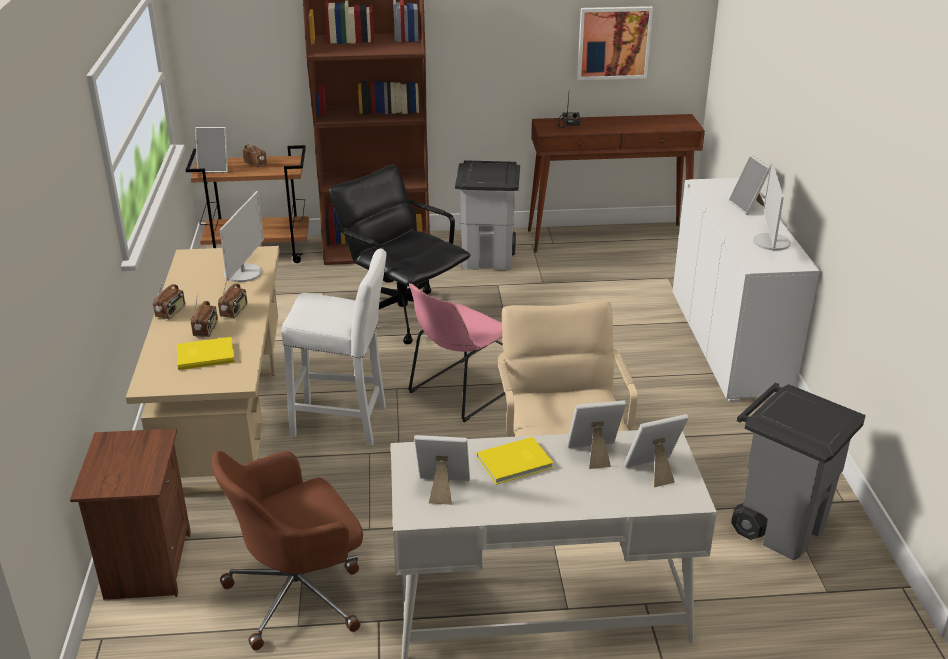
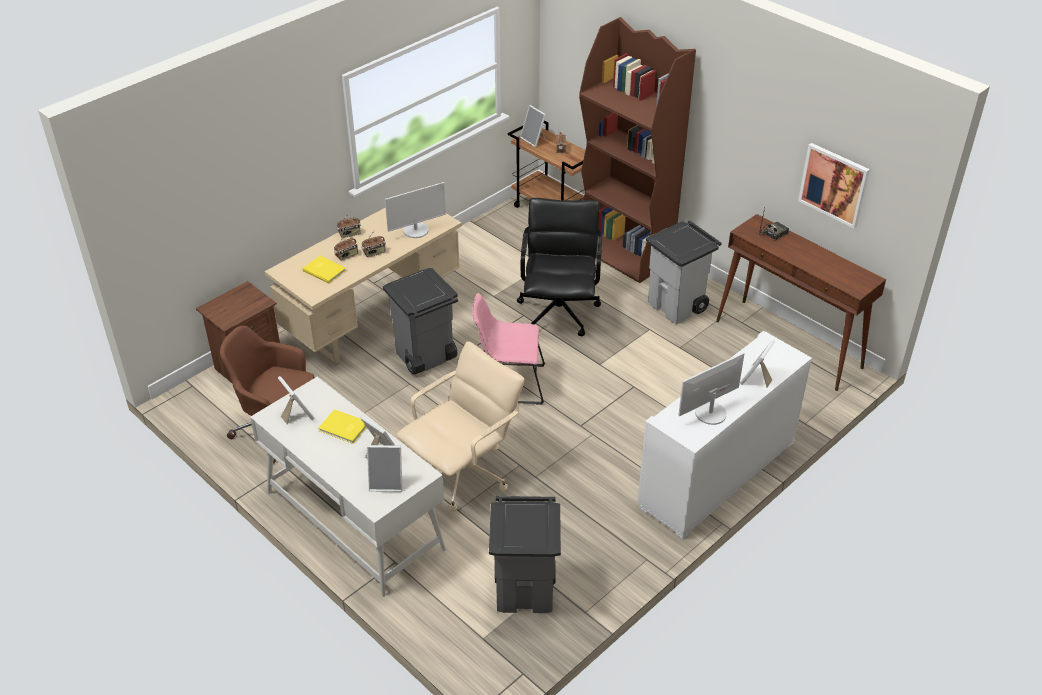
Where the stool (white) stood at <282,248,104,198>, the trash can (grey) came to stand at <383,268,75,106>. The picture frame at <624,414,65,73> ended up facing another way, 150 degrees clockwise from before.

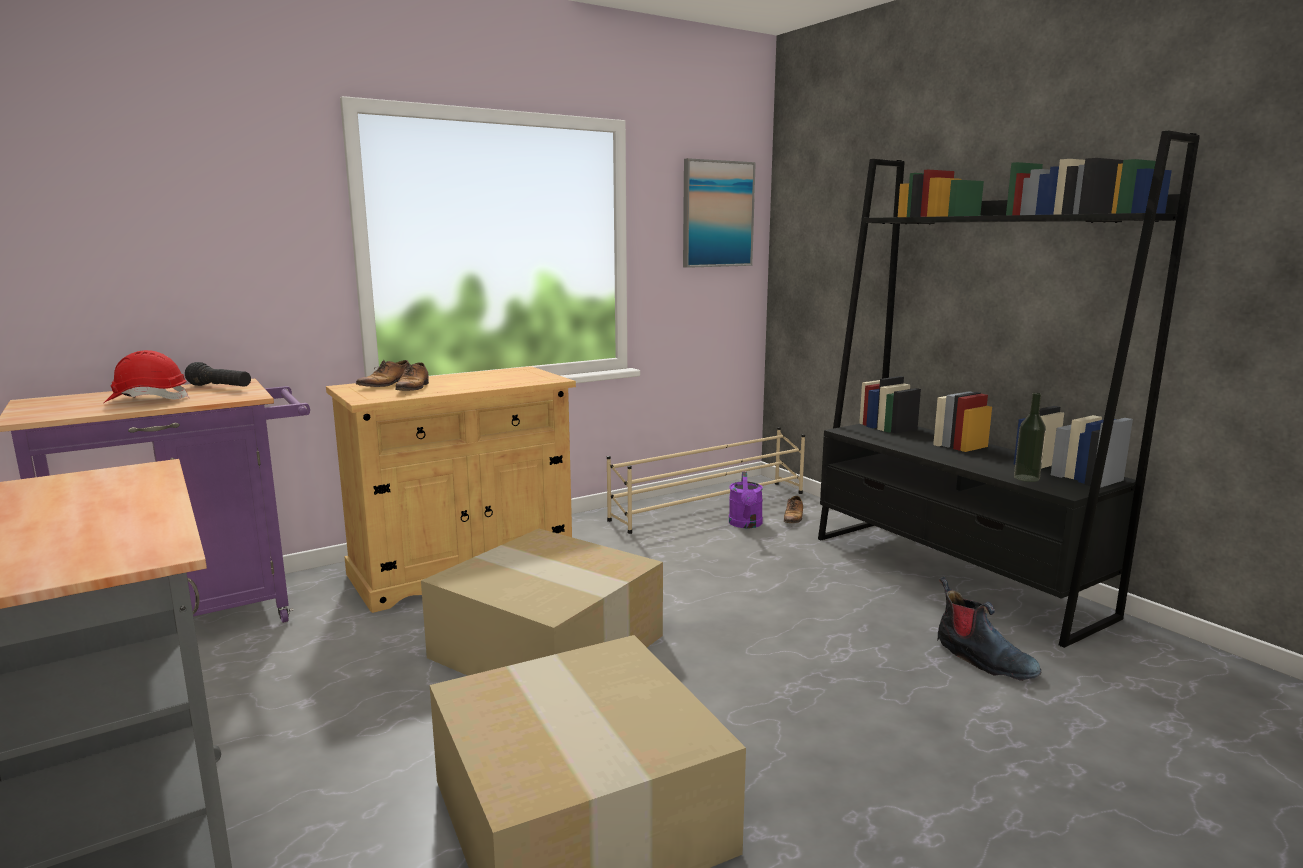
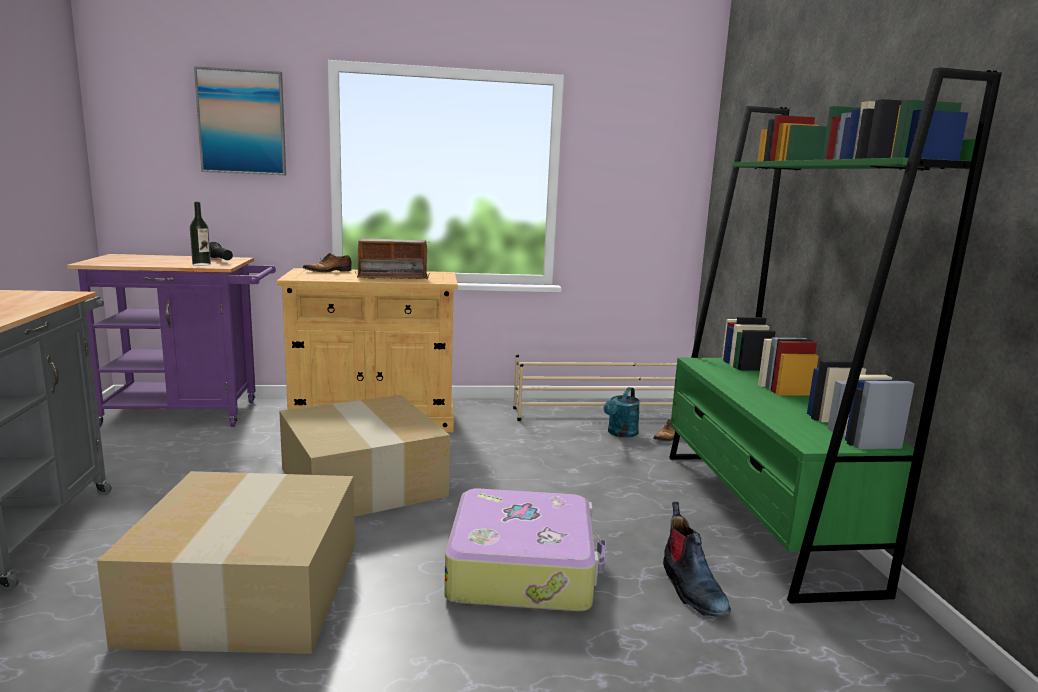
The second view lost the hard hat (red) at <104,350,85,53>. The second view lost the shoe at <395,362,34,29>. The picture ended up elsewhere, having gone from <683,158,73,110> to <194,66,92,109>. What was the watering can (purple) at <729,472,34,56> turned into the watering can (turquoise) at <604,387,36,51>. What was the bookcase (black) at <818,130,382,518> turned into the bookcase (green) at <669,67,333,537>. The bottle ended up elsewhere, having gone from <1014,393,32,89> to <190,202,21,64>. The second view gained the radio at <355,238,75,41>. The second view gained the suitcase at <444,489,162,123>.

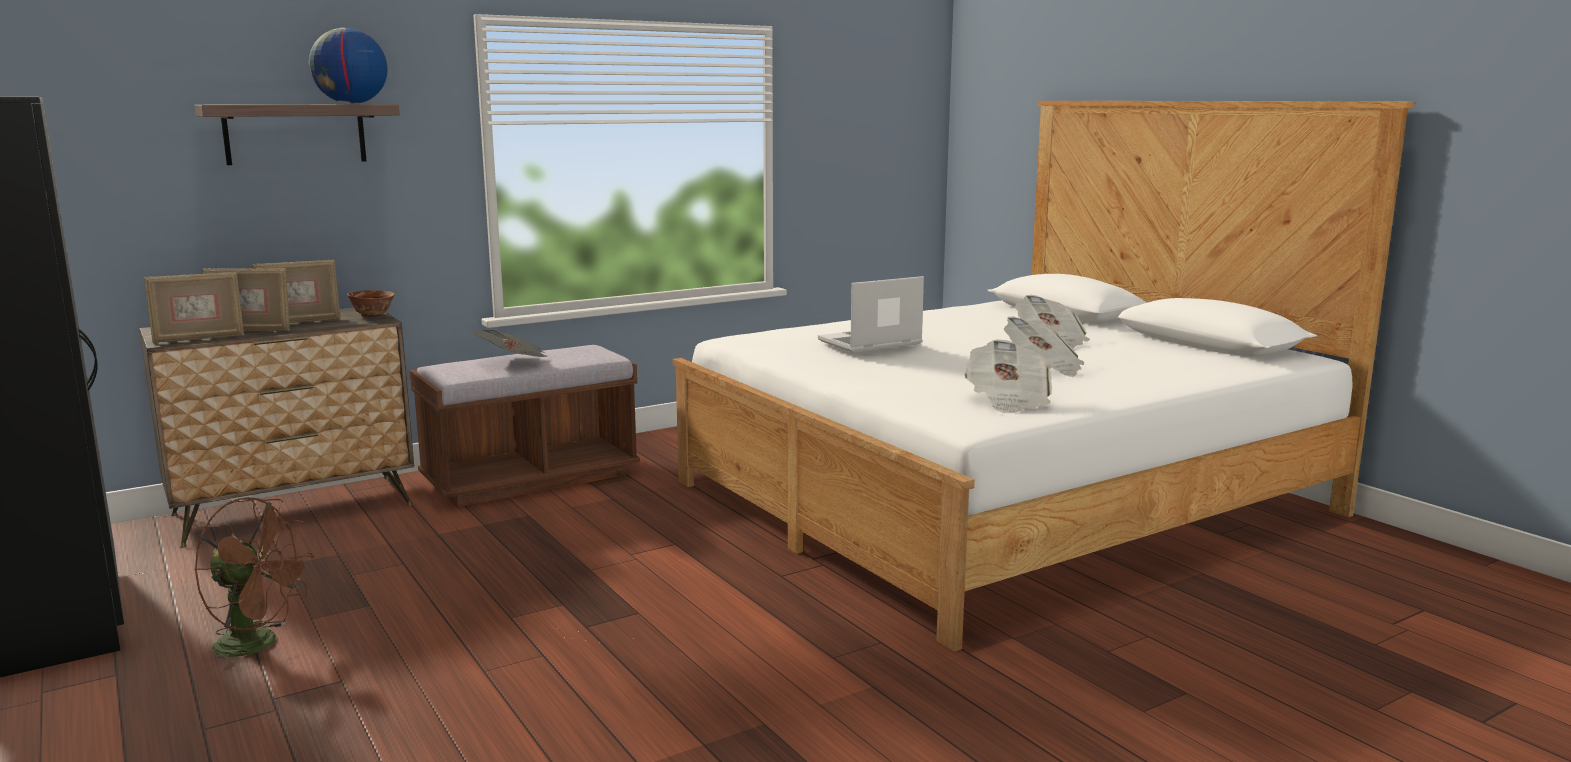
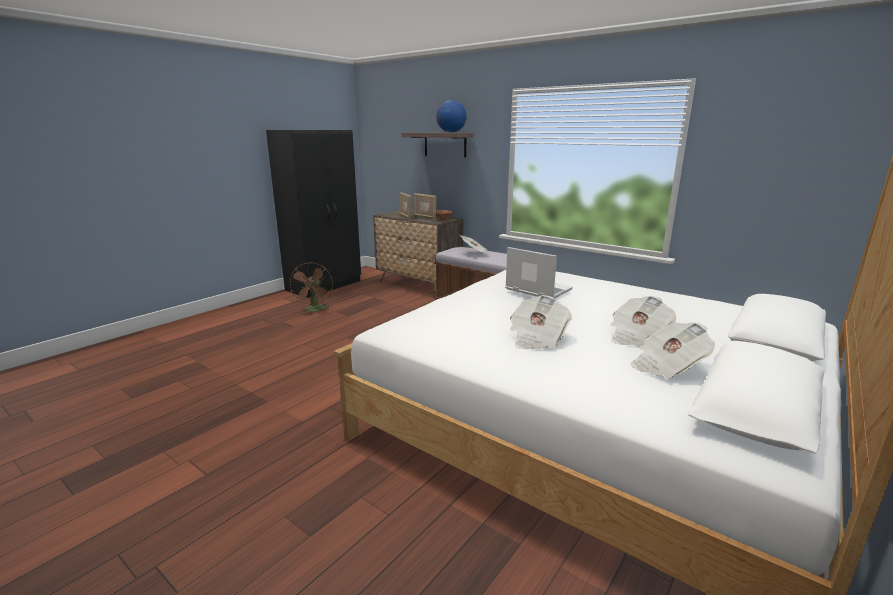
The second view lost the picture frame at <144,272,100,72>. The newspaper ended up elsewhere, having gone from <965,340,87,73> to <631,323,84,56>.

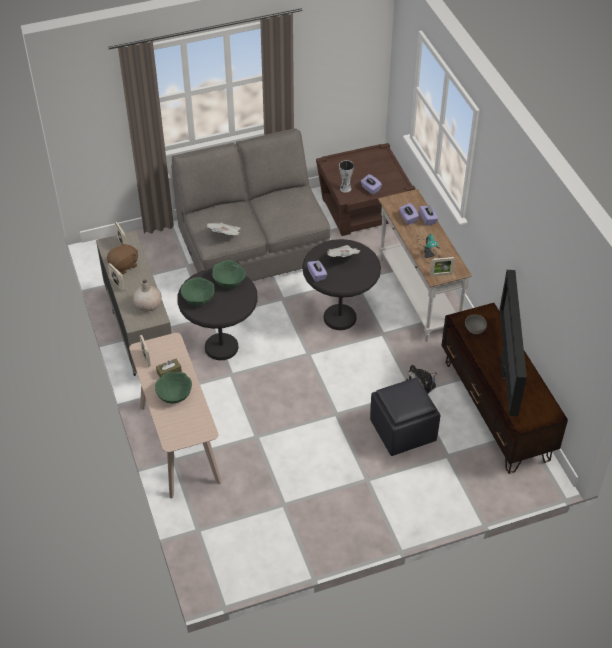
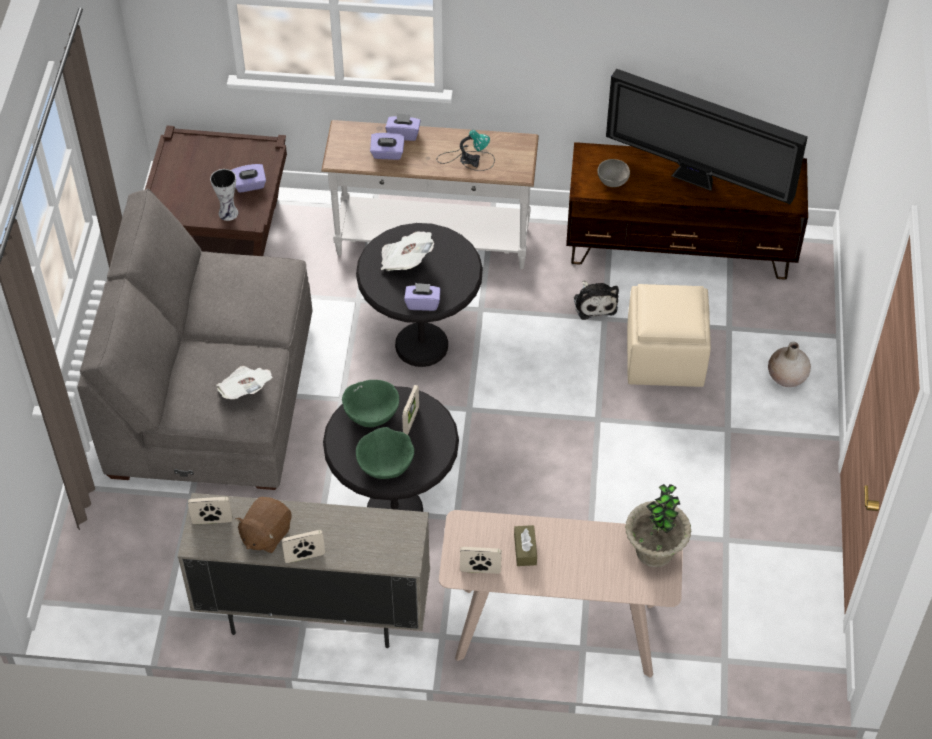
The plush toy (brown) at <107,242,31,32> ended up facing another way, 135 degrees counterclockwise from before. The vase (beige) ended up elsewhere, having gone from <133,279,29,33> to <768,342,43,45>. The second view lost the bowl (green) at <155,372,37,32>. What was the ottoman (black) at <370,377,70,79> turned into the ottoman (beige) at <627,284,84,103>. The picture frame ended up elsewhere, having gone from <430,257,25,19> to <402,385,17,50>. The second view gained the potted plant at <625,484,66,83>.

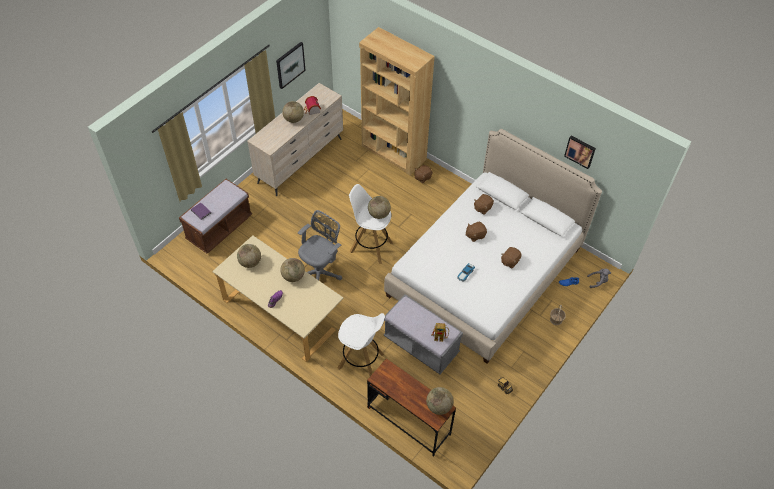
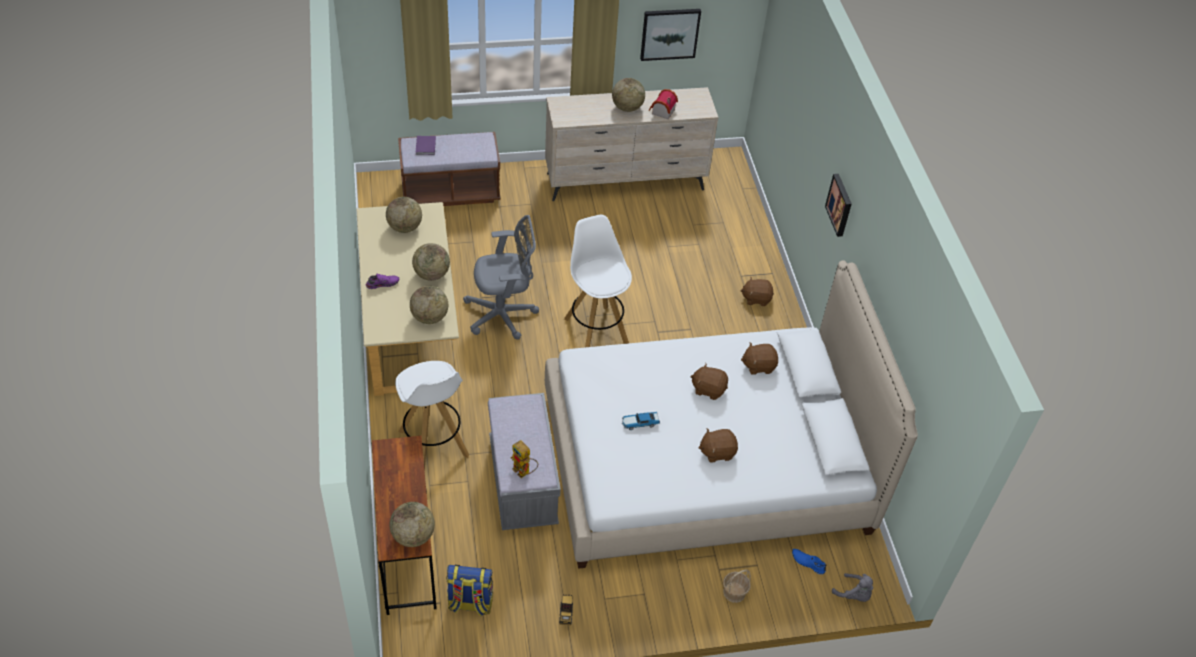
The second view lost the bookcase (brown) at <359,27,76,148>. The globe ended up elsewhere, having gone from <368,196,23,23> to <410,286,38,38>. The picture ended up elsewhere, having gone from <564,136,32,33> to <825,174,27,63>. The second view gained the backpack at <446,565,47,51>.

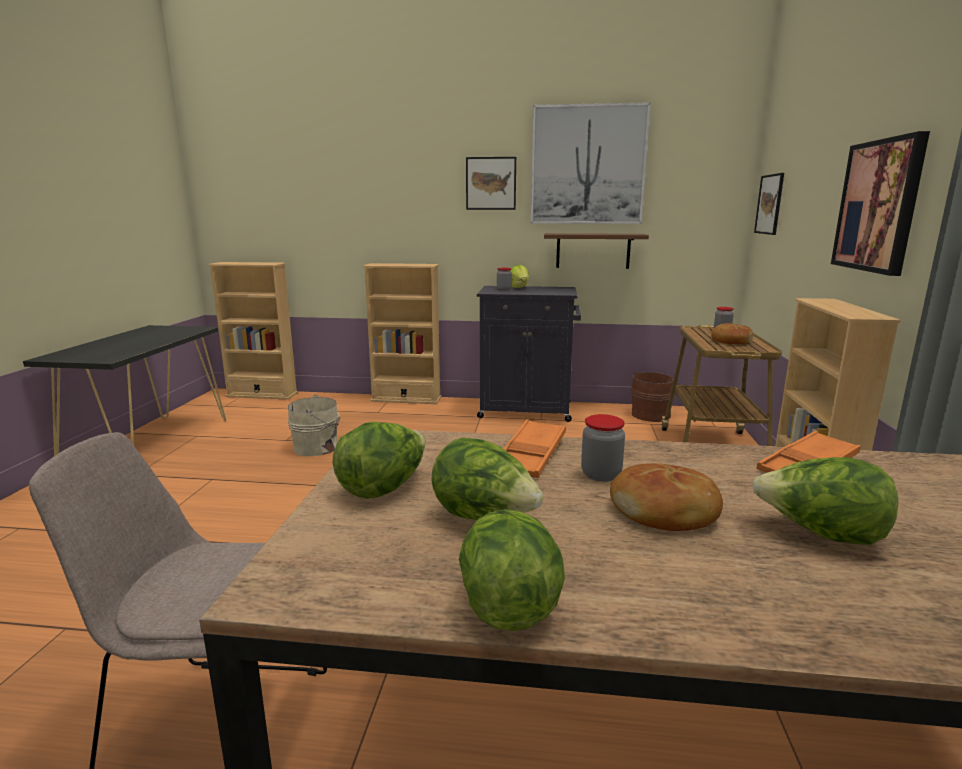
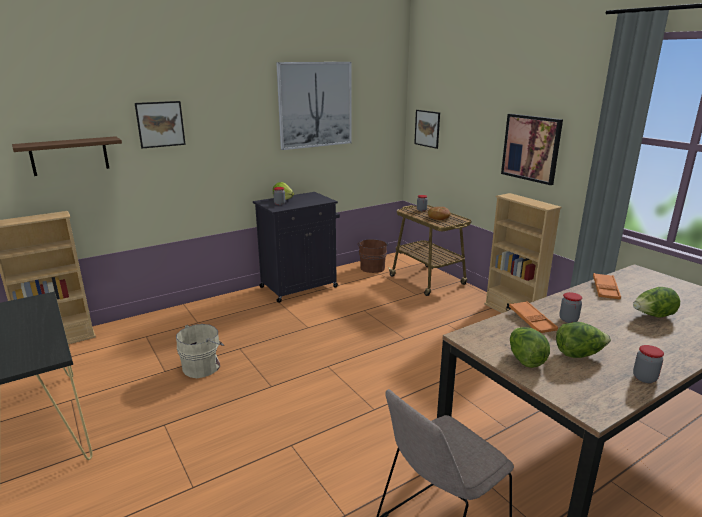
The second view lost the bookcase (beige) at <363,263,78,141>. Where the lettuce stood at <459,510,106,121>, the jar came to stand at <633,345,31,38>. The picture ended up elsewhere, having gone from <466,157,50,53> to <135,101,51,47>. The shelf (brown) ended up elsewhere, having gone from <544,233,105,36> to <12,136,110,40>. The second view lost the bread at <610,463,113,68>.

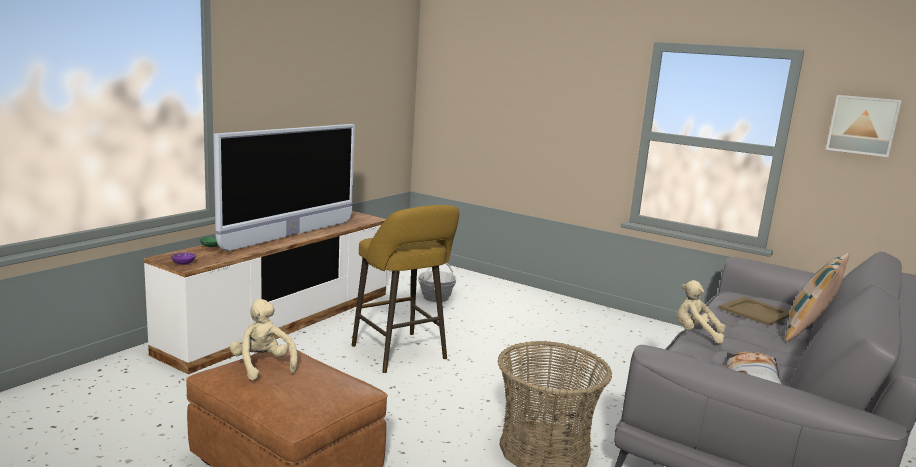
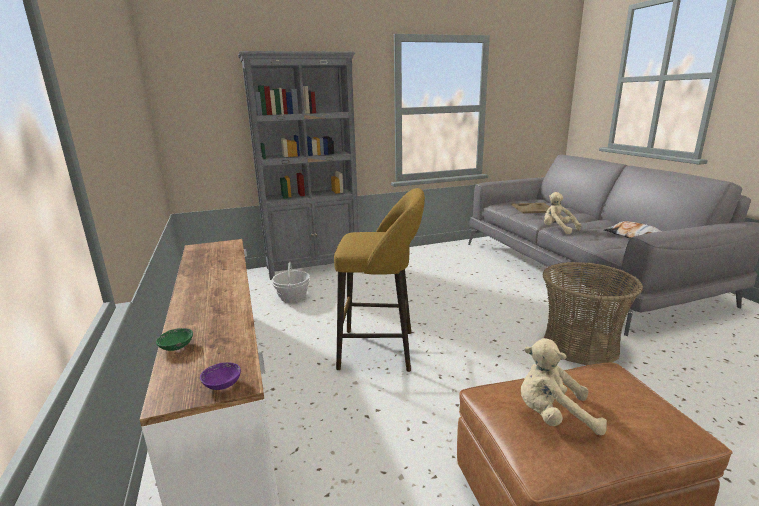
The second view lost the television at <213,124,142,127>. The plush toy (beige) at <676,280,49,64> ended up facing another way, 75 degrees clockwise from before. The second view lost the pillow at <785,253,65,89>. The second view lost the picture at <826,95,76,62>. The second view gained the bookcase (grey) at <238,51,121,229>.

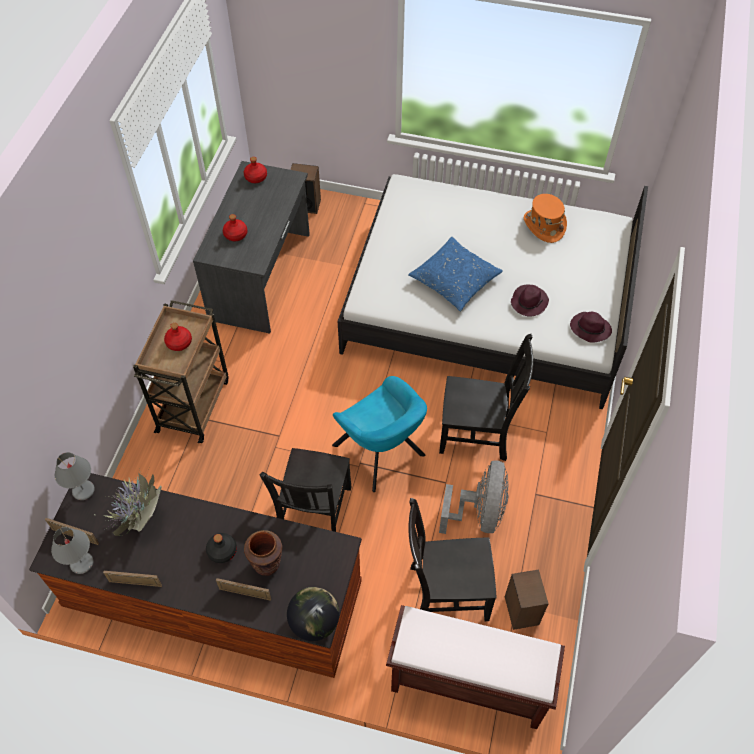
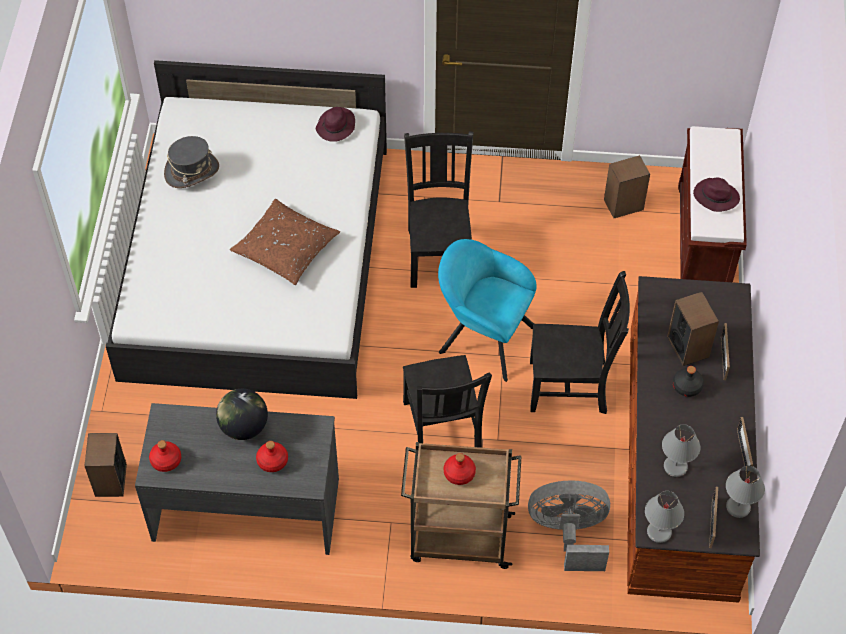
Where the potted plant stood at <94,469,68,67>, the table lamp (grey) came to stand at <662,424,38,53>. Where the vase (brown) stood at <244,530,38,46>, the speaker came to stand at <667,292,52,74>. The globe ended up elsewhere, having gone from <287,587,52,54> to <216,389,52,51>. The armchair (turquoise) at <332,376,95,116> ended up facing another way, 105 degrees counterclockwise from before. What was the pillow (blue) at <408,237,95,74> turned into the pillow (brown) at <230,199,110,86>. The chair (black) ended up elsewhere, having gone from <408,498,89,123> to <403,355,89,93>. The fan (grey) ended up elsewhere, having gone from <439,460,70,74> to <528,480,82,91>. The hat (purple) ended up elsewhere, having gone from <511,284,38,33> to <693,177,47,35>. What was the hat (orange) at <524,194,43,49> turned into the hat (grey) at <164,136,55,52>.

